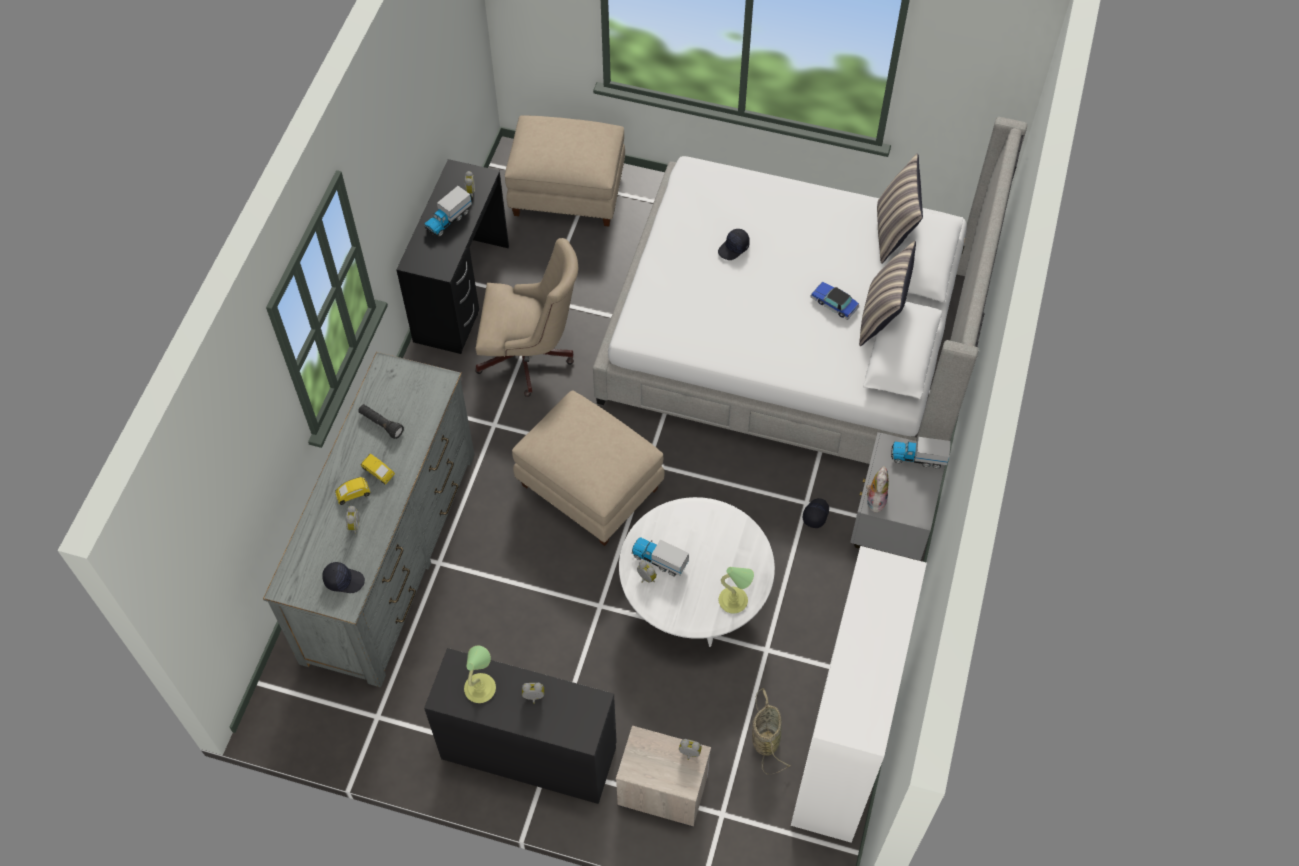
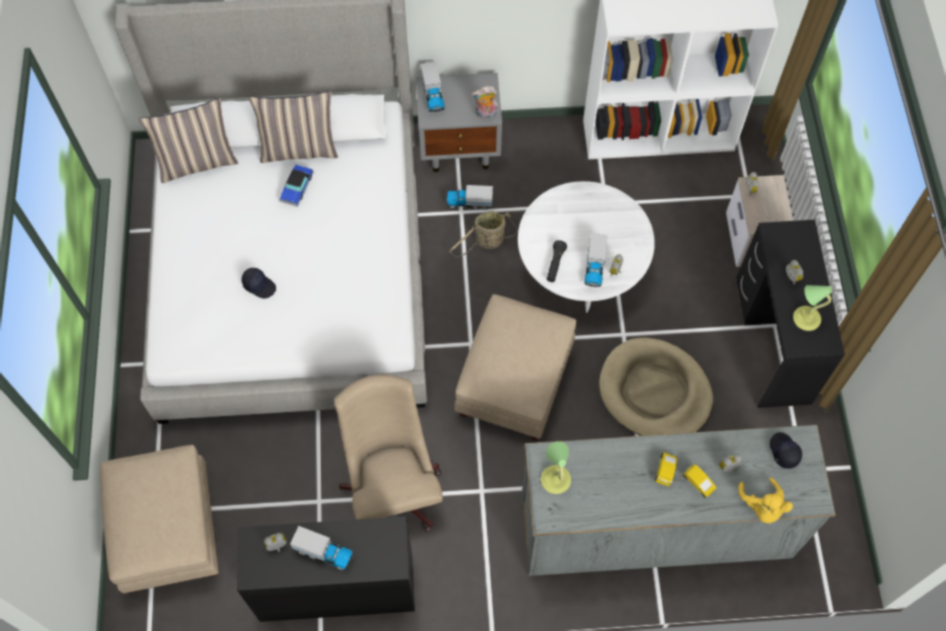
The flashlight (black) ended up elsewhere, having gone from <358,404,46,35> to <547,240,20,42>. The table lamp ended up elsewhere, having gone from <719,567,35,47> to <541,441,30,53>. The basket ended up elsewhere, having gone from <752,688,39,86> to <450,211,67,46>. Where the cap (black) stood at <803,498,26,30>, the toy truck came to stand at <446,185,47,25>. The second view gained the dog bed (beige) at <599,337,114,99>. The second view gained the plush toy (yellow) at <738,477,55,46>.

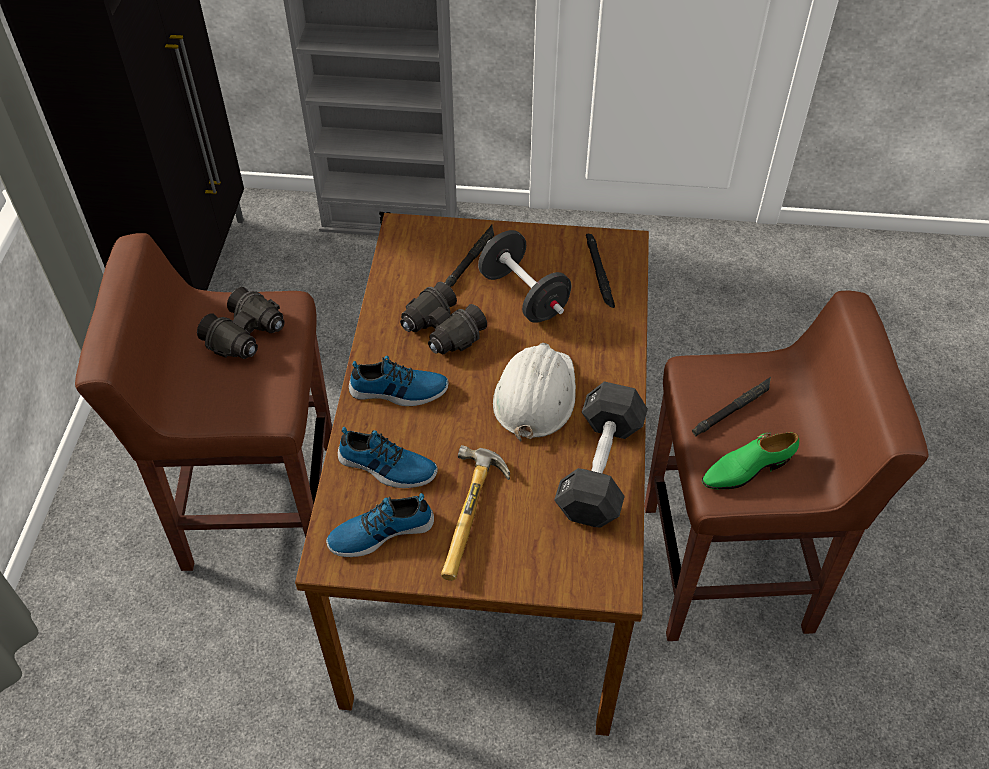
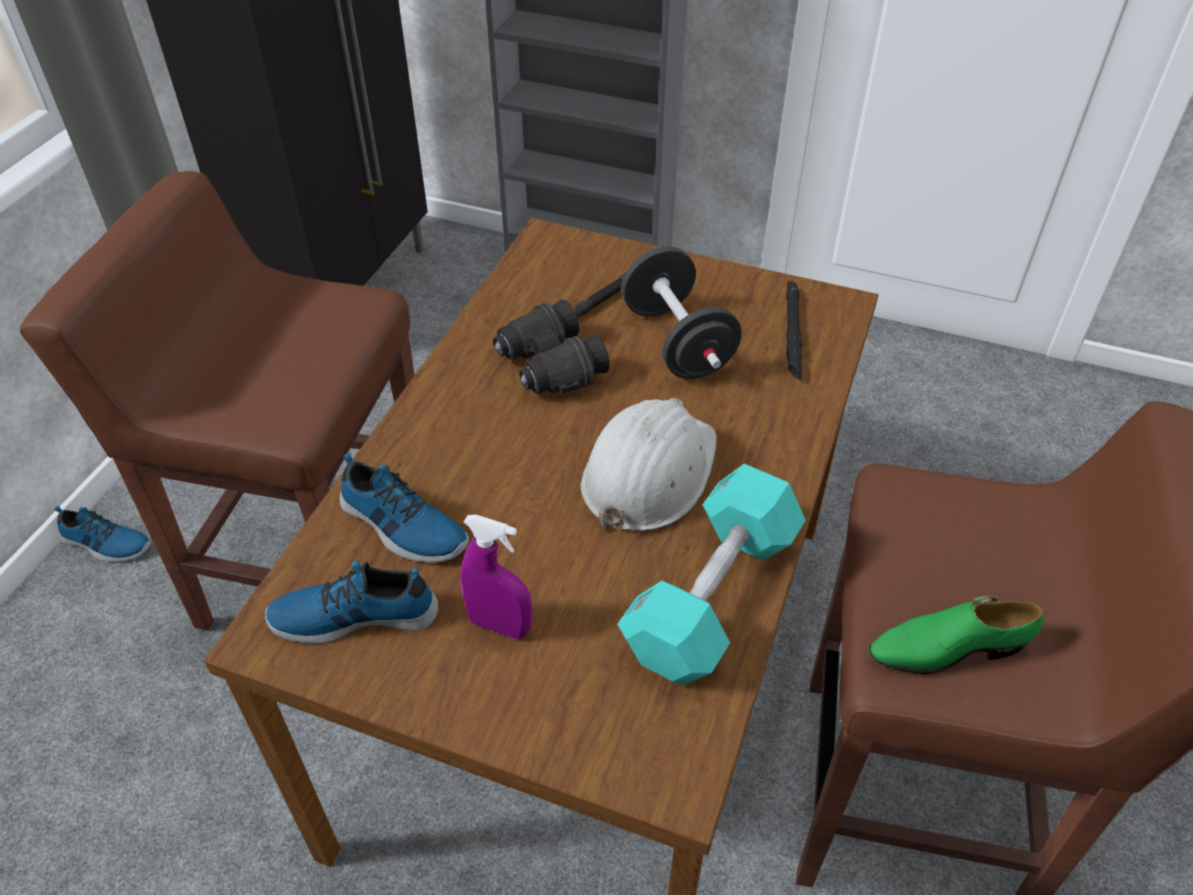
The second view lost the binoculars (black) at <197,287,88,72>. The shoe ended up elsewhere, having gone from <349,356,100,50> to <55,506,96,56>. Where the hammer stood at <441,445,69,136>, the spray bottle (purple) came to stand at <461,515,71,124>. What was the dumbbell (black) at <554,381,94,147> turned into the dumbbell (turquoise) at <617,464,189,221>. The second view lost the flashlight (black) at <692,377,79,60>.

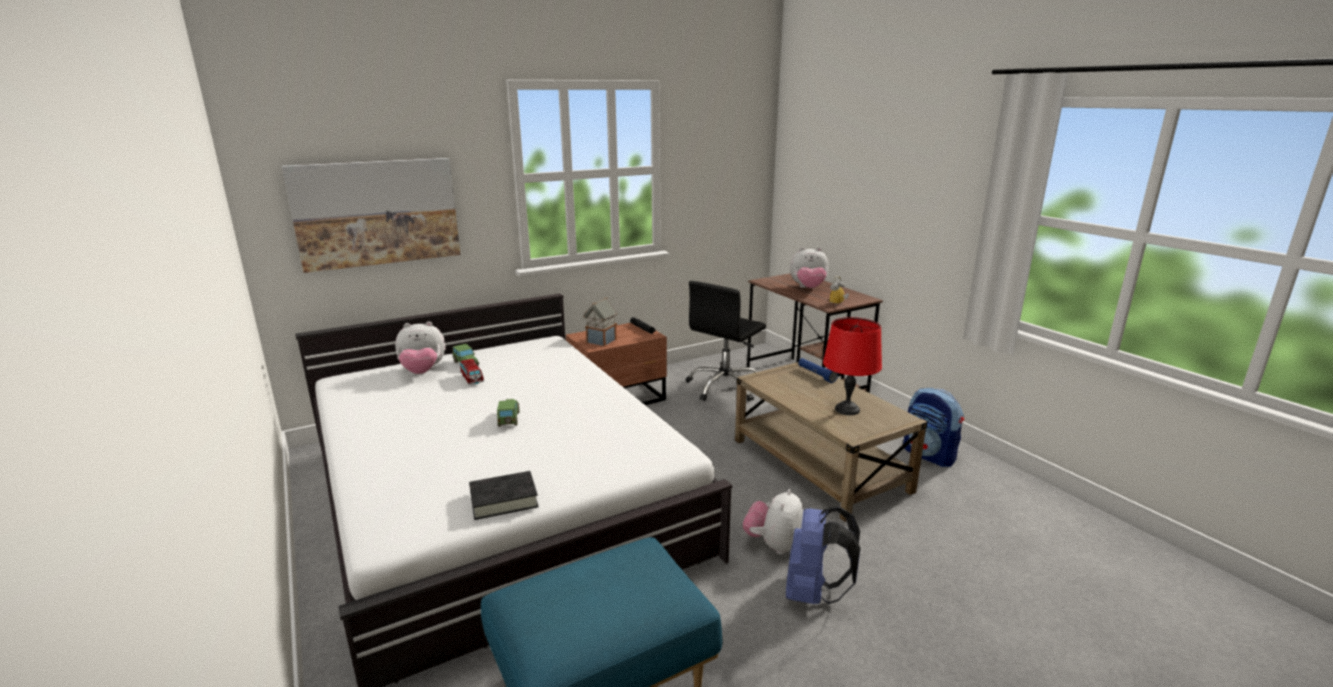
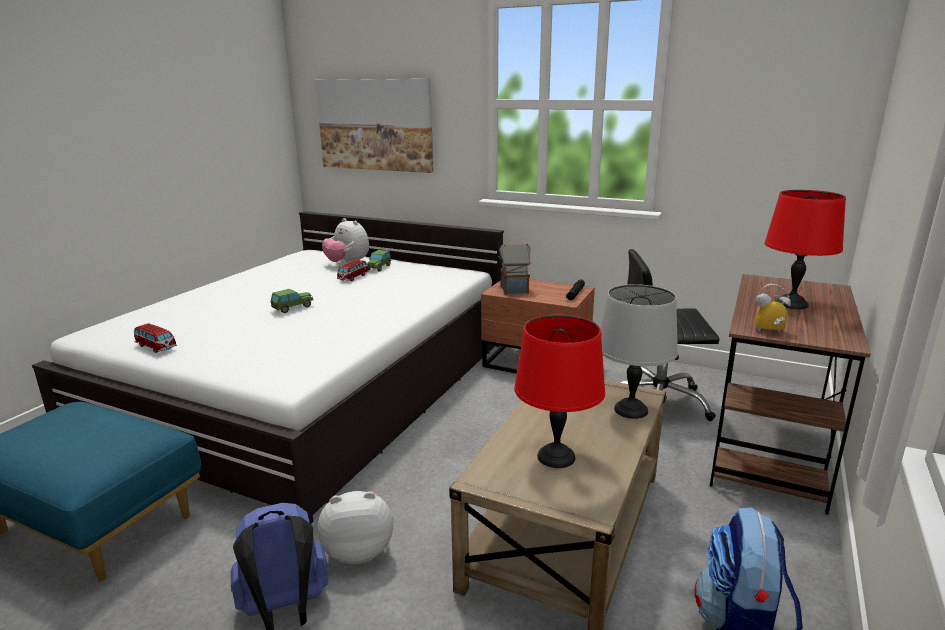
Where the book (black) stood at <469,471,70,49>, the toy car came to stand at <134,323,43,30>. Where the plush toy stood at <790,247,39,41>, the table lamp (red) came to stand at <765,190,81,119>. Where the flashlight (blue) stood at <798,358,40,25>, the table lamp (grey) came to stand at <601,284,77,135>.

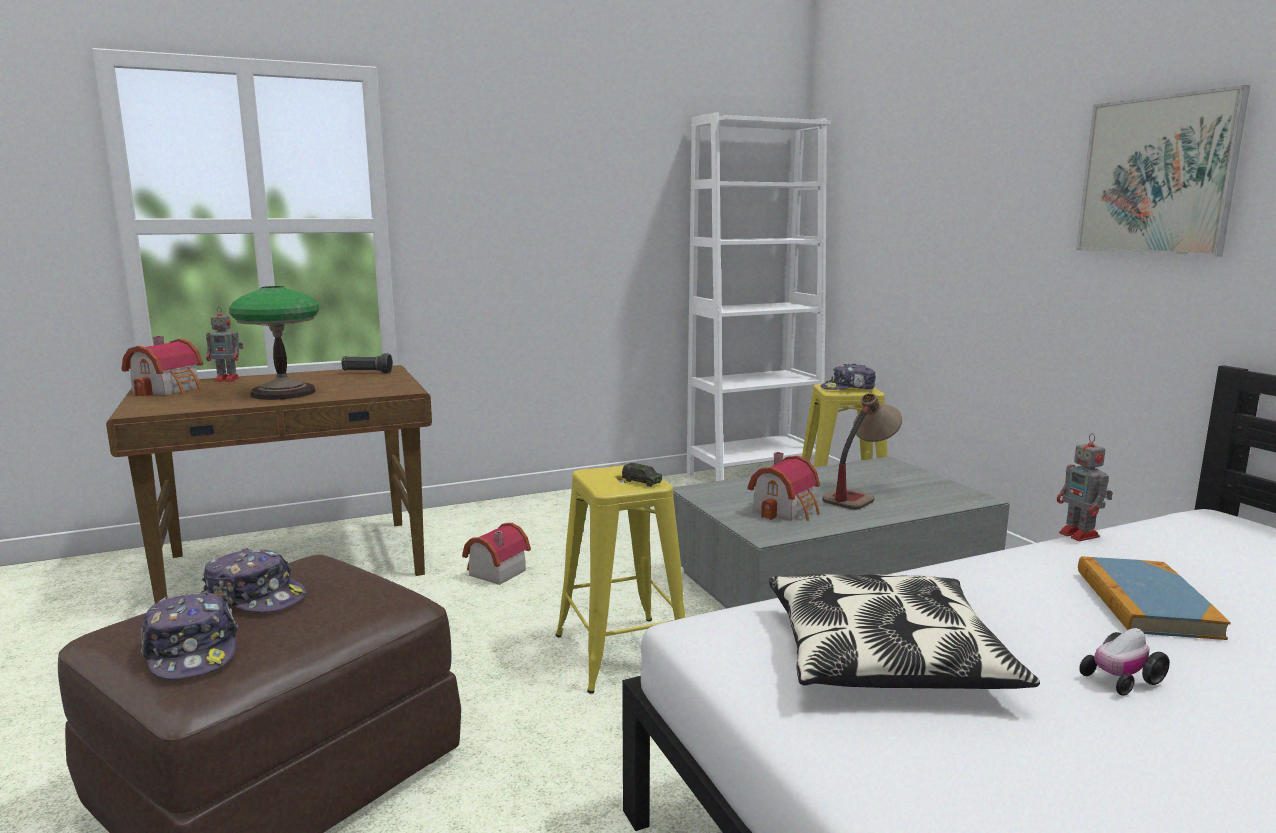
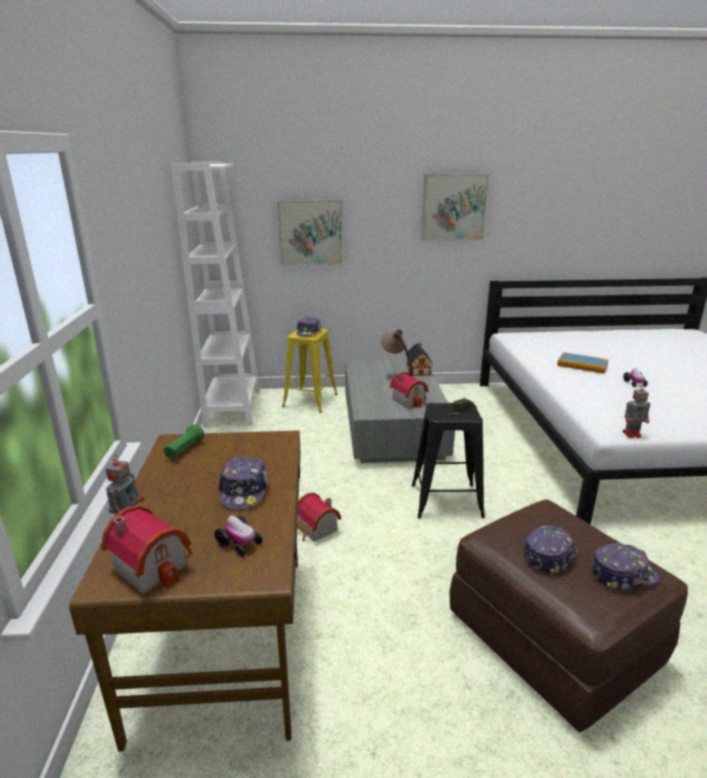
Where the table lamp stood at <229,286,90,114>, the cap came to stand at <218,457,50,53>. What was the flashlight (black) at <342,354,51,19> turned into the flashlight (green) at <164,424,40,35>. What was the stool (yellow) at <555,464,131,230> turned into the stool (black) at <411,403,74,116>. The second view lost the pillow at <769,574,271,115>. The toy robot ended up elsewhere, having gone from <1057,433,56,108> to <622,388,28,50>. The second view gained the toy car at <214,515,49,42>. The second view gained the picture at <277,200,66,66>. The second view gained the toy house at <405,343,28,33>.

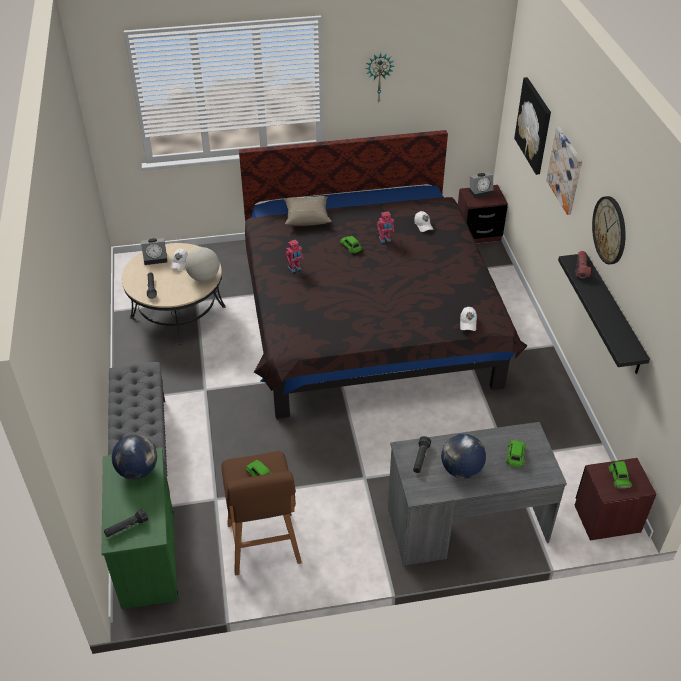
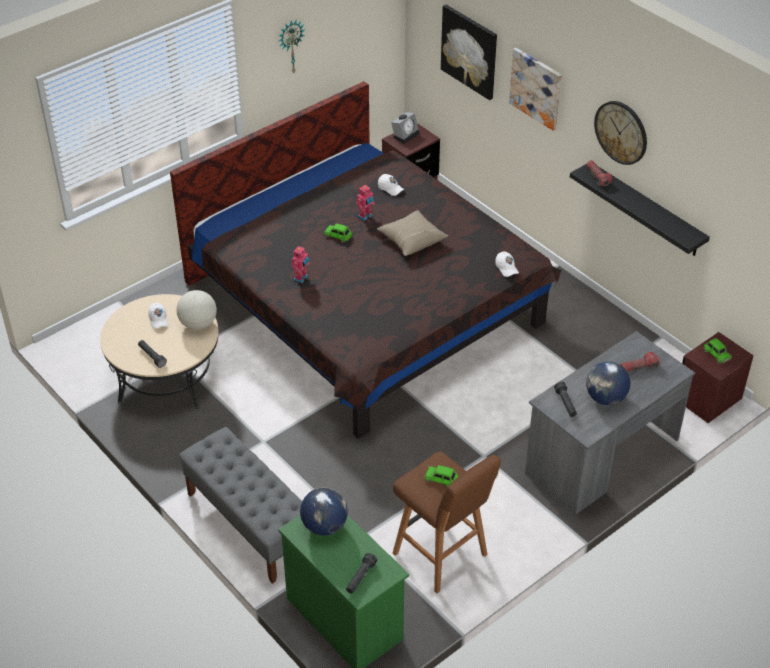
The second view lost the alarm clock at <141,238,26,27>. The pillow (beige) ended up elsewhere, having gone from <284,196,48,30> to <377,210,71,46>. Where the toy car (green) stood at <506,440,20,27>, the flashlight came to stand at <620,352,40,19>.

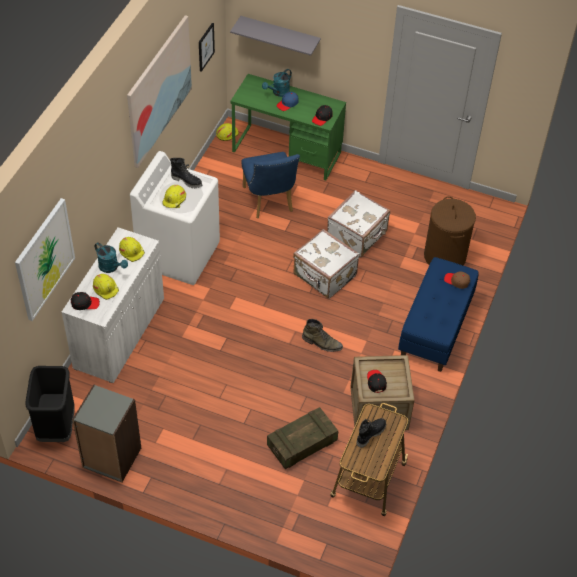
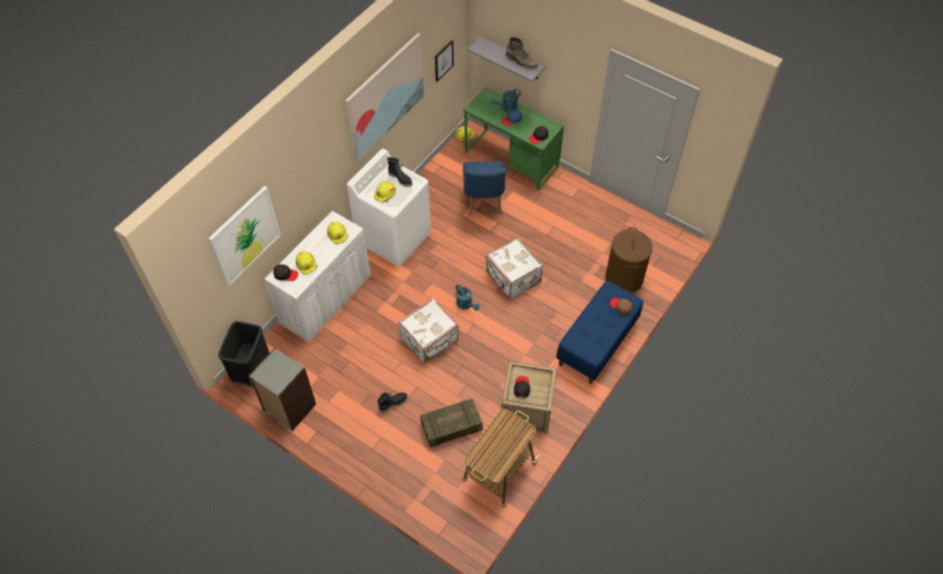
The watering can (turquoise) ended up elsewhere, having gone from <95,242,33,31> to <456,284,23,27>. The boot (green) ended up elsewhere, having gone from <302,319,41,33> to <506,37,32,32>. The suitcase (white) ended up elsewhere, having gone from <327,190,63,68> to <398,298,61,65>. The boot (black) ended up elsewhere, having gone from <357,418,29,30> to <377,392,31,21>.

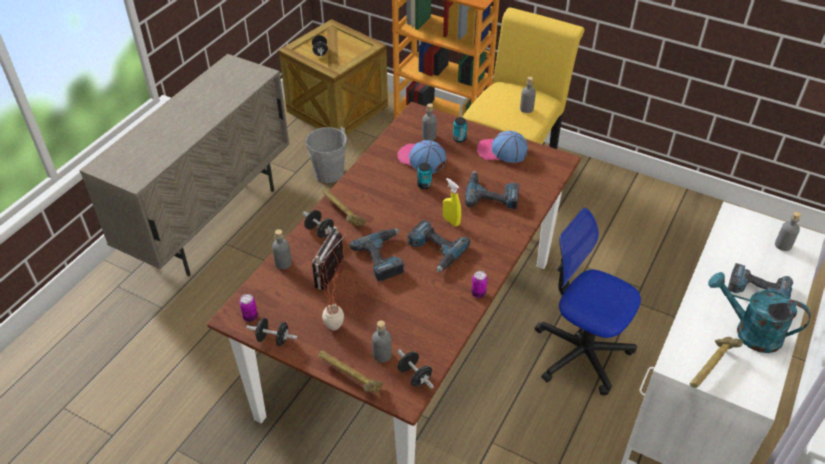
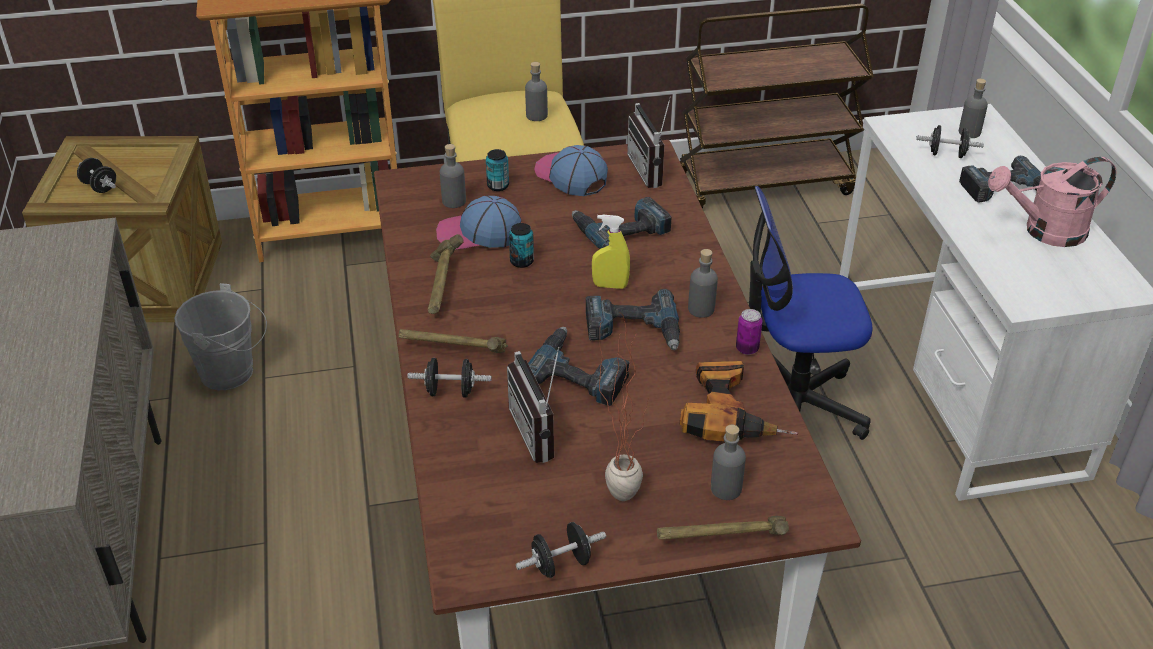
The second view lost the can at <239,294,19,28>. The bottle (grey) ended up elsewhere, having gone from <272,229,20,40> to <688,249,30,69>. The dumbbell (black) ended up elsewhere, having gone from <397,349,37,40> to <916,125,68,33>. The cap at <477,130,51,33> ended up facing another way, 75 degrees clockwise from before. The hammer ended up elsewhere, having gone from <690,337,53,51> to <428,234,36,80>. What was the watering can (turquoise) at <708,272,103,81> turned into the watering can (pink) at <988,157,129,90>. The second view gained the radio at <627,96,44,92>. The second view gained the cart (brown) at <680,4,193,205>. The second view gained the power drill at <680,361,119,80>.

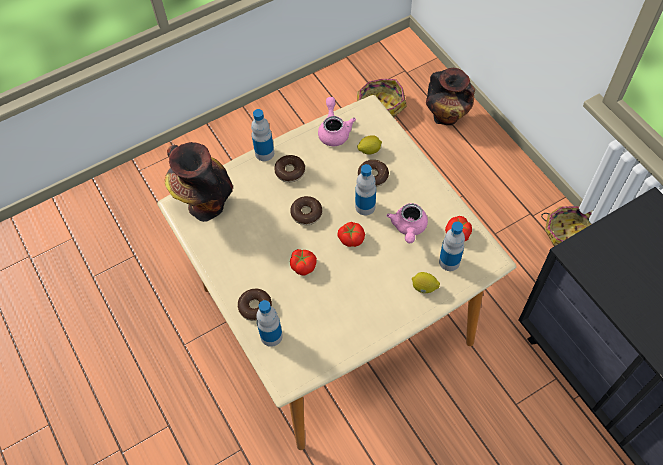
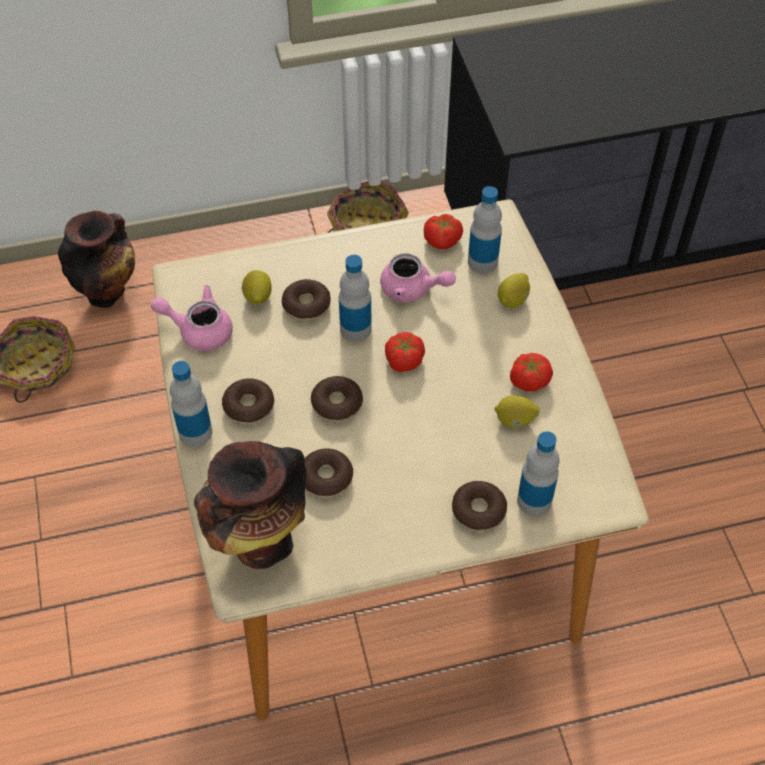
The tomato ended up elsewhere, having gone from <290,249,27,27> to <510,353,43,39>. The second view gained the donut at <304,448,49,51>. The second view gained the lemon at <494,395,46,33>.

